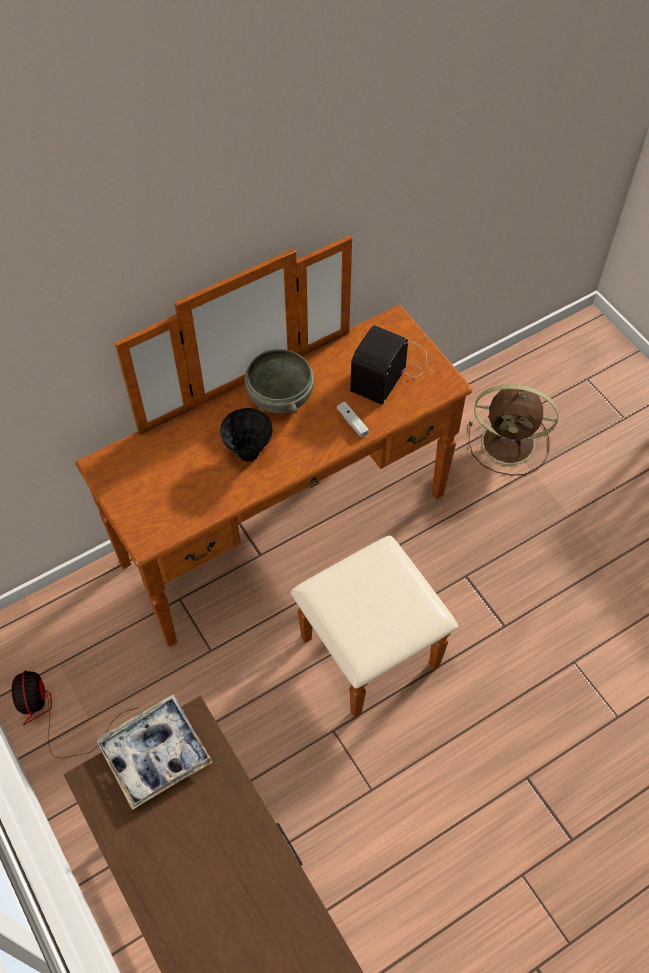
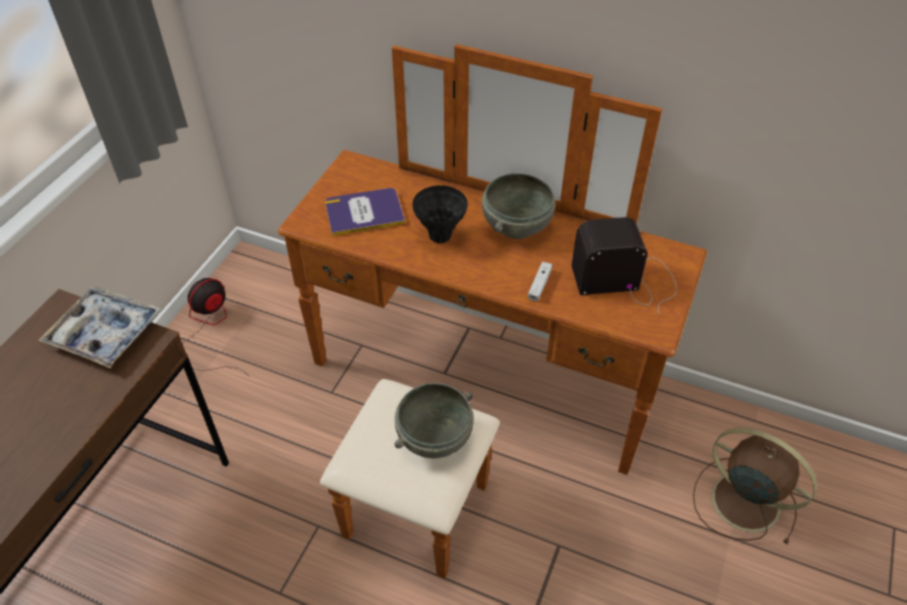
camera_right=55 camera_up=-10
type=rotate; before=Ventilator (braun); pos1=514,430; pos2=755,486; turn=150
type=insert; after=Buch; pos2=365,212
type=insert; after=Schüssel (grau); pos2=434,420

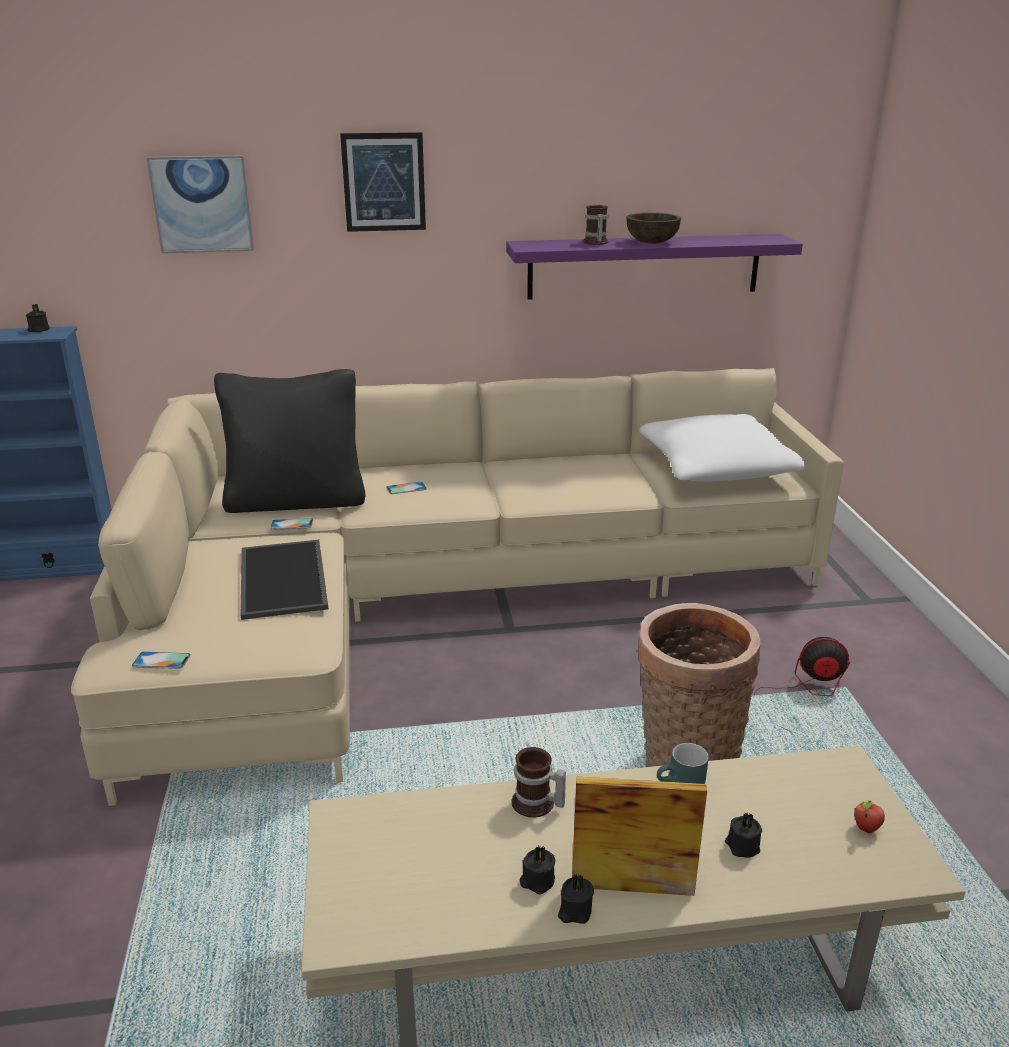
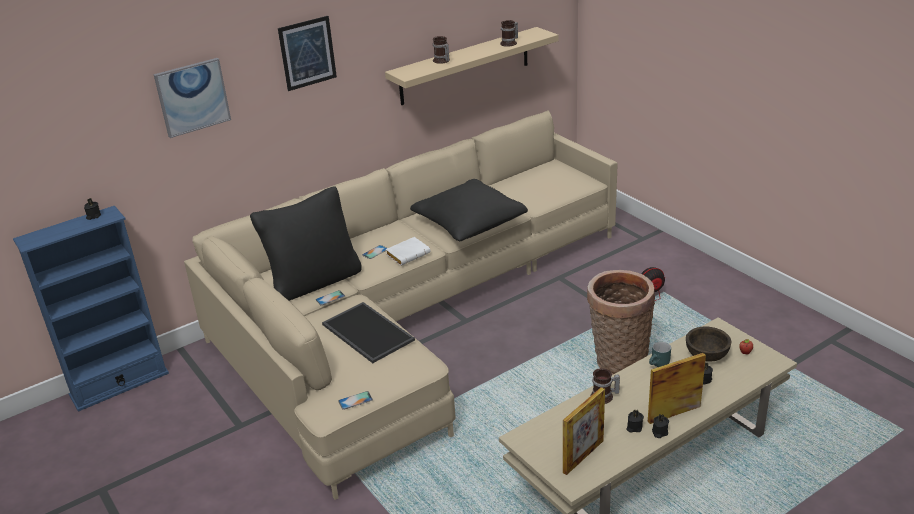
camera_right=-25 camera_up=5
type=recolor; before=Wandregal (lila); after=Wandregal (beige); pos1=654,267; pos2=472,66
type=move; before=Schüssel (braun); pos1=653,228; pos2=708,344
type=delete; before=Kissen (weiß); pos1=722,448
type=insert; after=Buch (weiß); pos2=408,251
type=insert; after=Kissen (schwarz); pos2=469,210
type=insert; after=Henkelbecher; pos2=509,33
type=insert; after=Bilderrahmen; pos2=584,431

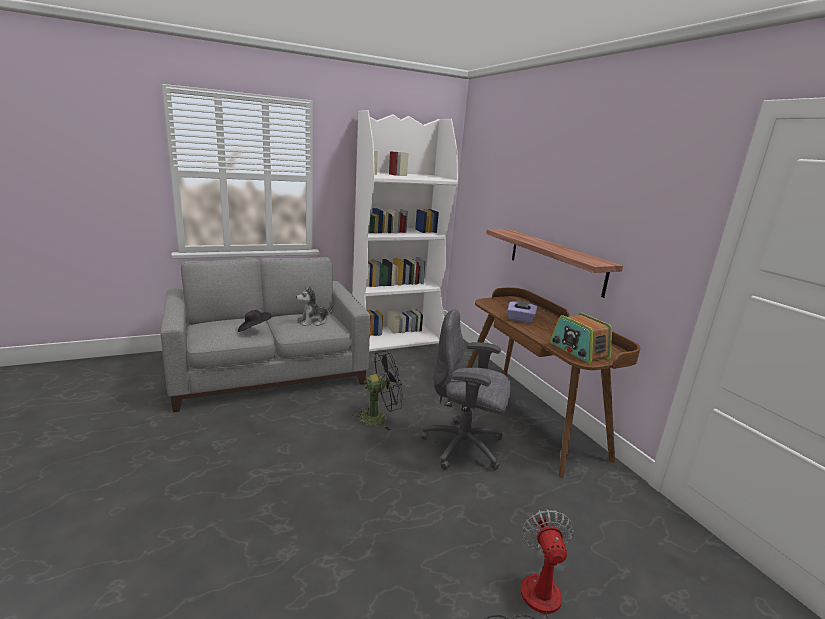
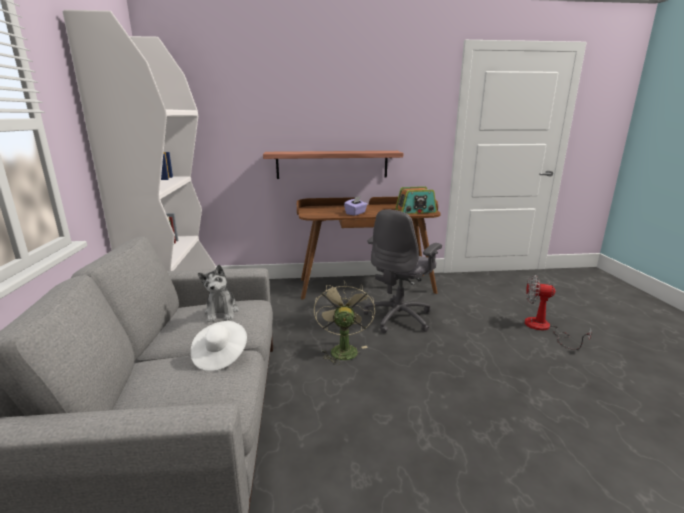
camera_right=-70 camera_up=0
type=recolor; before=Hut (schwarz); after=Hut (weiß); pos1=255,321; pos2=219,346
type=recolor; before=Ventilator (schwarz); after=Ventilator (beige); pos1=377,390; pos2=344,323

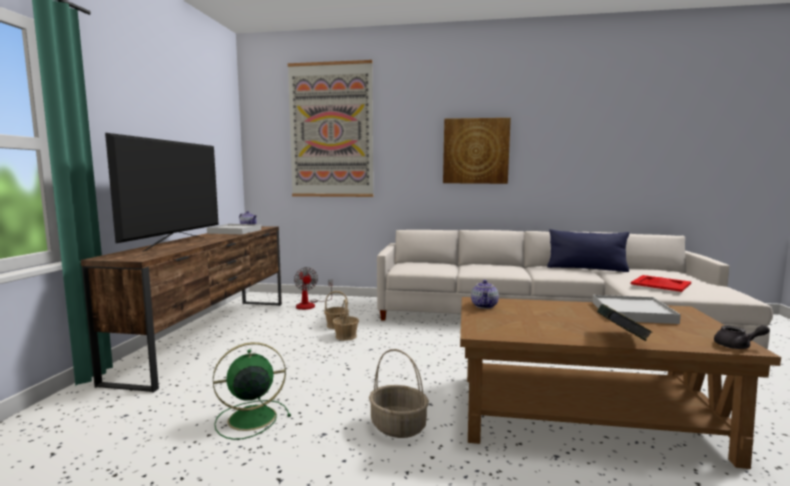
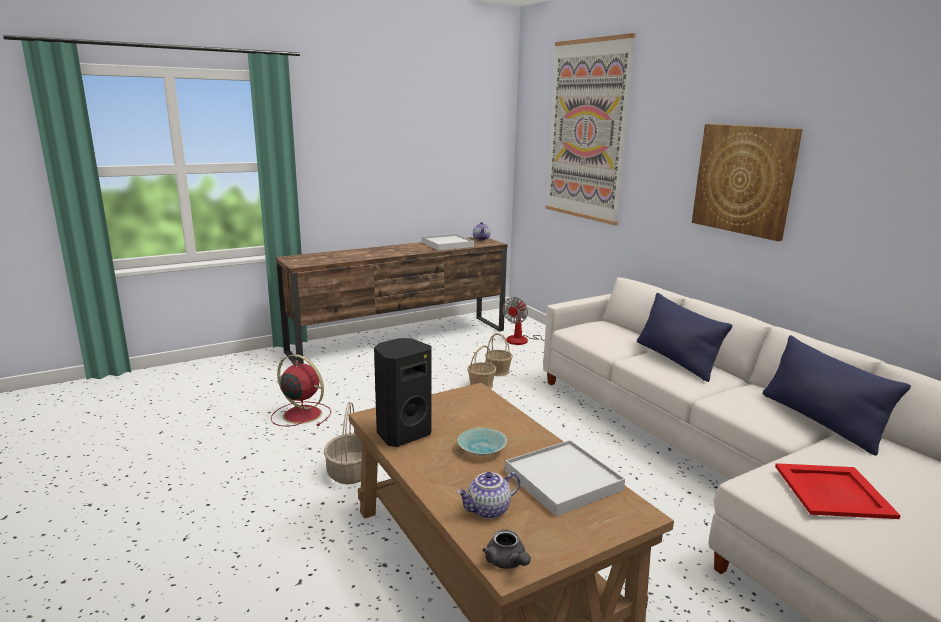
camera_right=50 camera_up=10
type=delete; before=Fernseher; pos1=161,192
type=recolor; before=Ventilator (grün); after=Ventilator (rot); pos1=252,391; pos2=301,390
type=move; before=Teekanne; pos1=485,294; pos2=488,495
type=delete; before=Buch; pos1=625,322
type=insert; after=Lautsprecher (schwarz); pos2=403,392
type=insert; after=Schüssel (türkis); pos2=482,442
type=insert; after=Kissen (blau); pos2=685,337

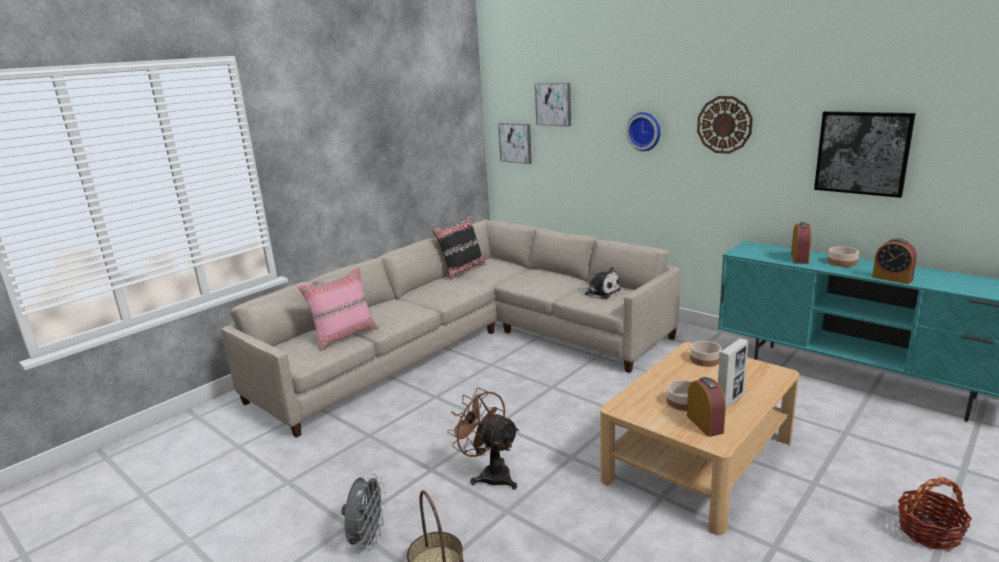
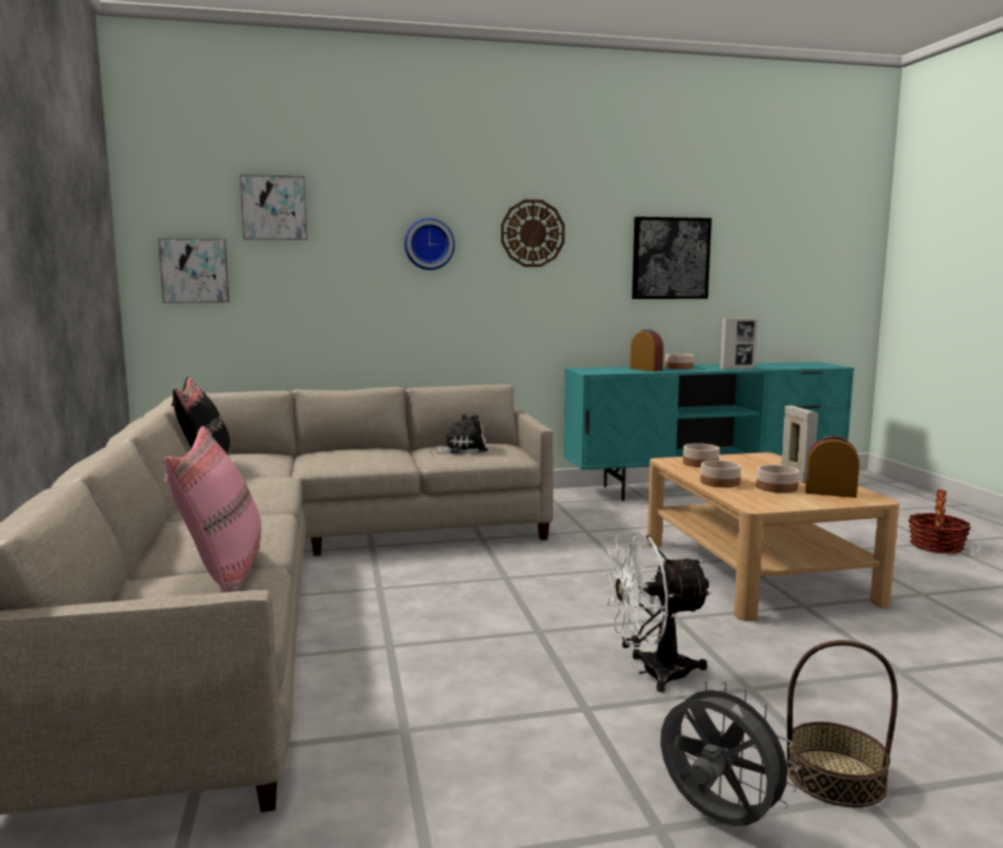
camera_right=-55 camera_up=-10
type=recolor; before=Ventilator (braun); after=Ventilator (weiß); pos1=483,439; pos2=658,612
type=replace; before=Wecker; after=Bilderrahmen; pos1=894,261; pos2=739,343
type=insert; after=Schüssel; pos2=720,474

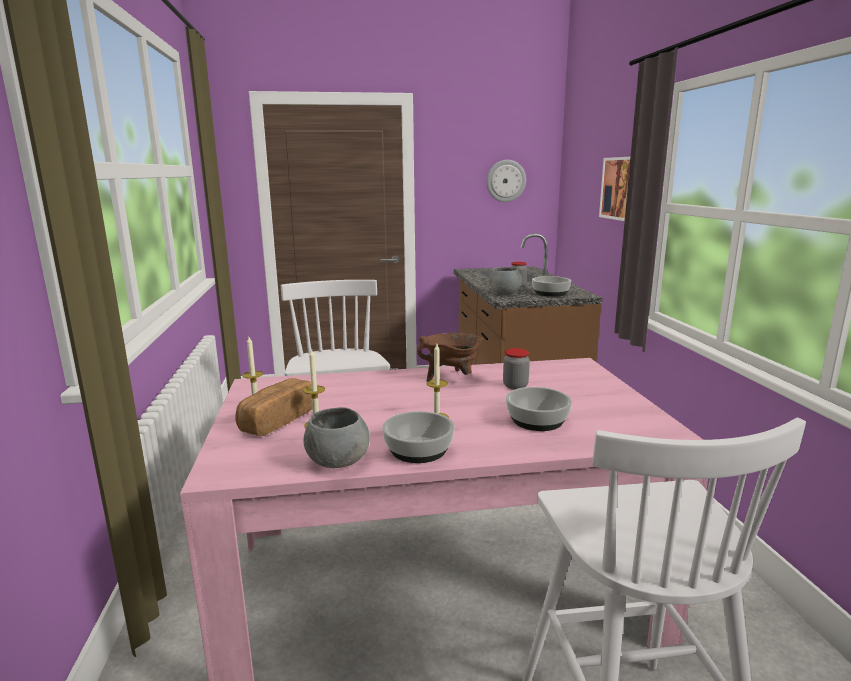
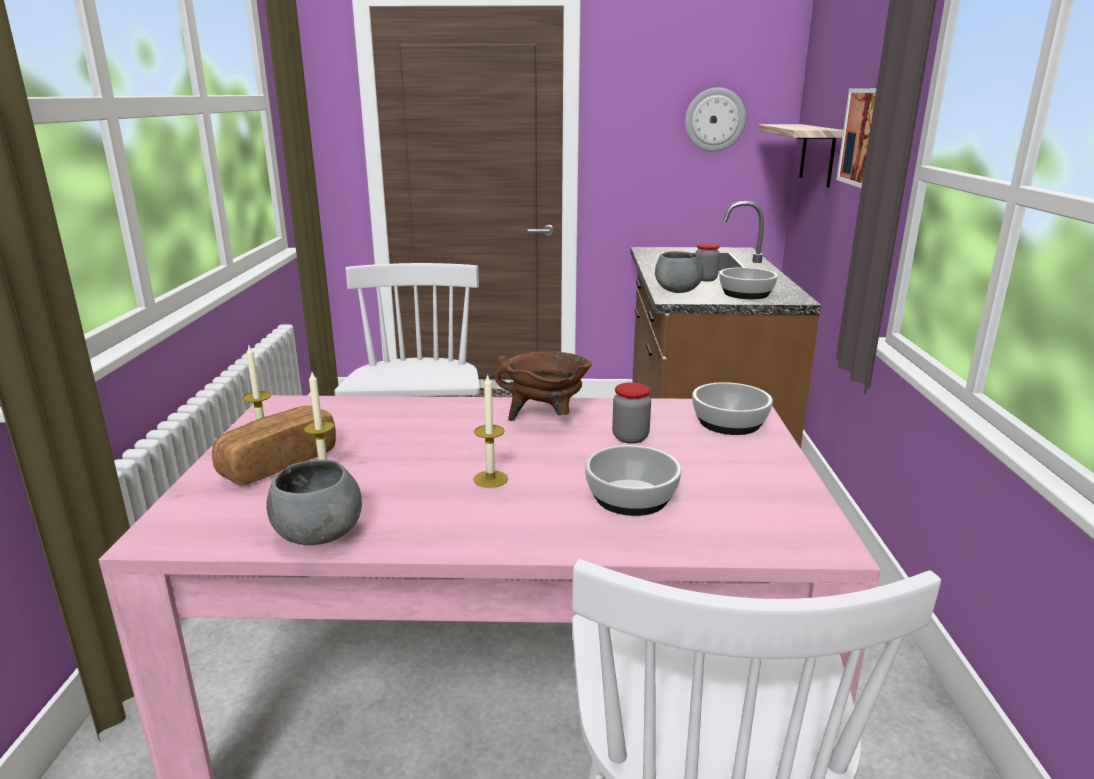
camera_right=10 camera_up=5
type=move; before=Schüssel; pos1=418,437; pos2=732,408
type=insert; after=Wandregal; pos2=800,156

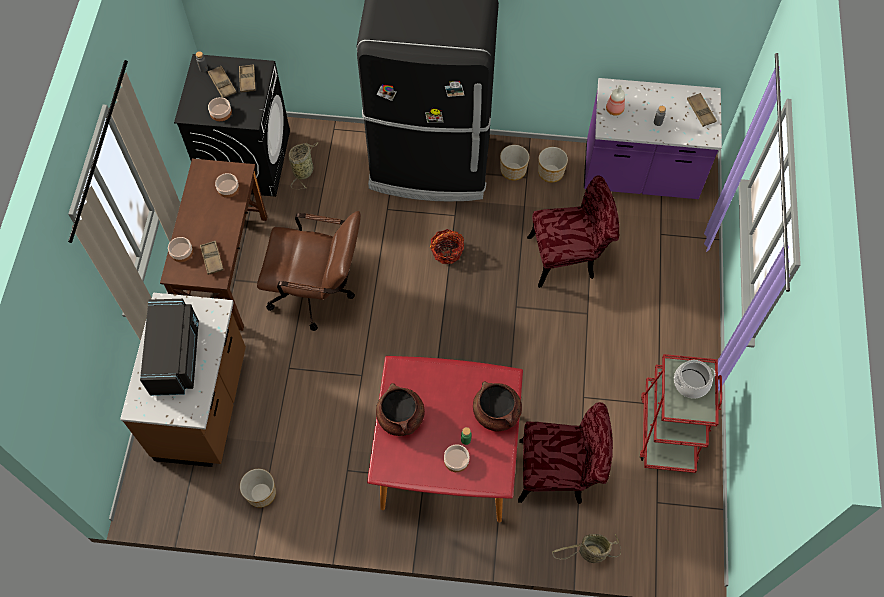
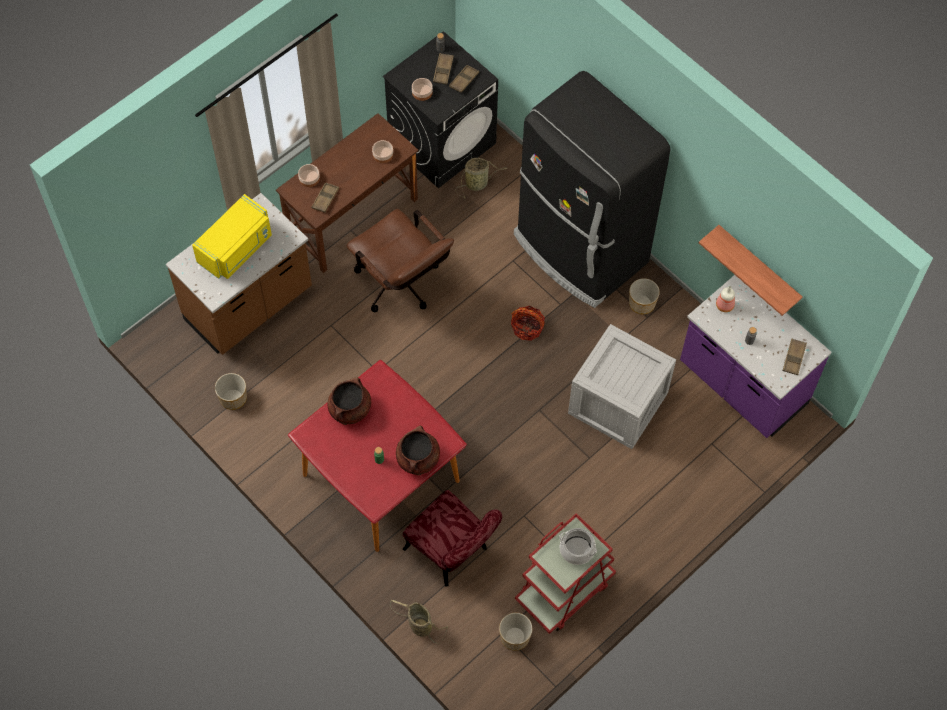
camera_right=40 camera_up=0
type=recolor; before=Mikrowelle (schwarz); after=Mikrowelle (gelb); pos1=169,347; pos2=232,236
type=delete; before=Schüssel; pos1=456,458
type=replace; before=Stuhl (rot); after=Kiste; pos1=573,232; pos2=622,386
type=move; before=Pflanzkübel; pos1=553,165; pos2=515,632
type=insert; after=Wandregal; pos2=751,270

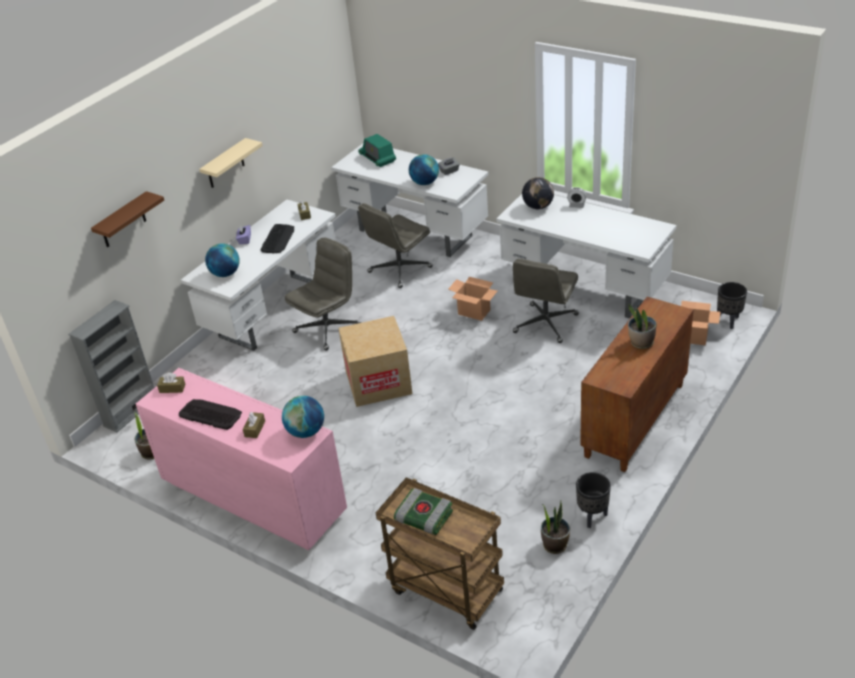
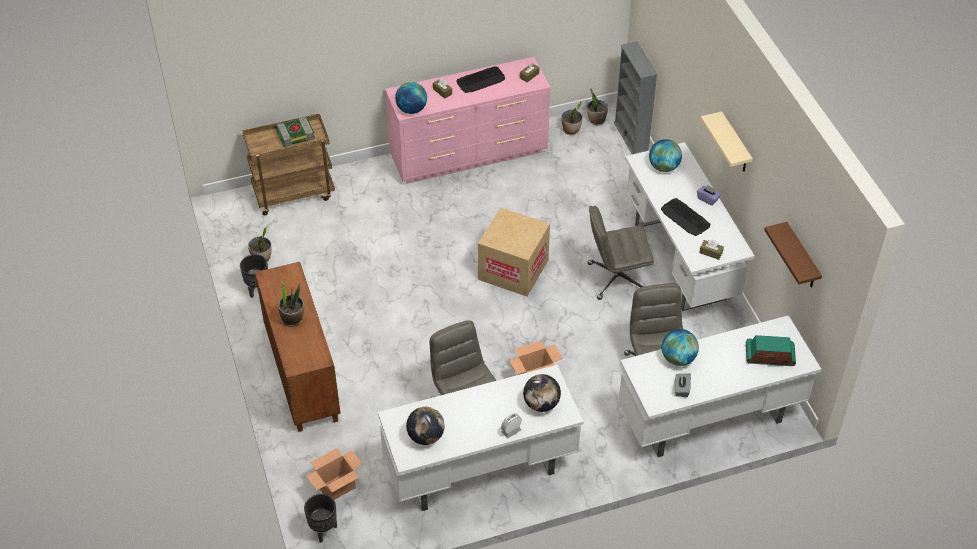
camera_right=125 camera_up=10
type=move; before=Wandregal (braun); pos1=127,219; pos2=793,255
type=rotate; before=Bürostuhl (grau); pos1=323,294; pos2=621,253; turn=90
type=insert; after=Globus; pos2=425,426
type=insert; after=Topfpflanze; pos2=597,107

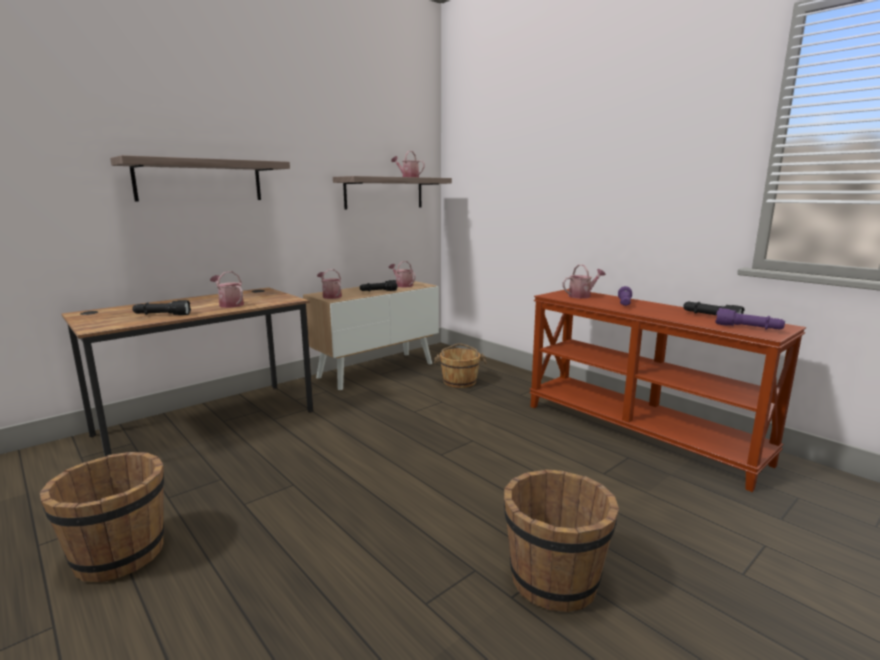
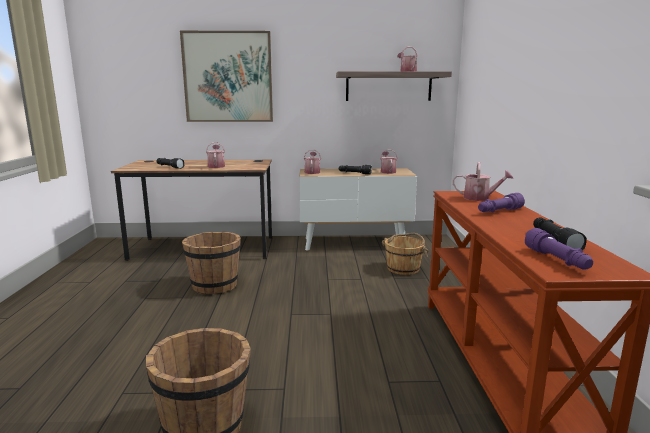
camera_right=40 camera_up=0
type=move; before=Eimer (braun); pos1=102,517; pos2=211,262
type=replace; before=Wandregal; after=Bild; pos1=200,178; pos2=226,76

